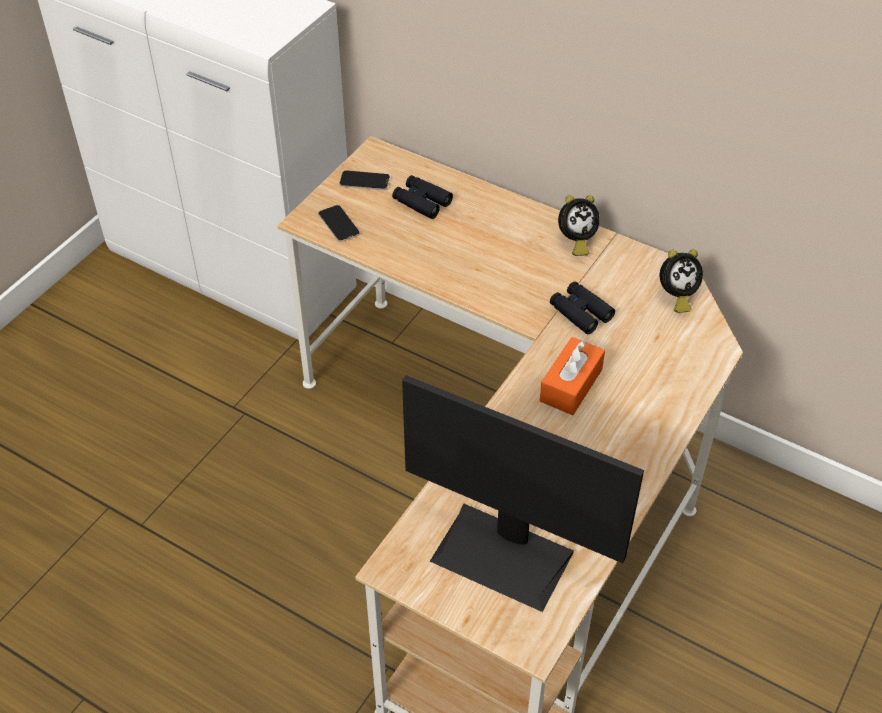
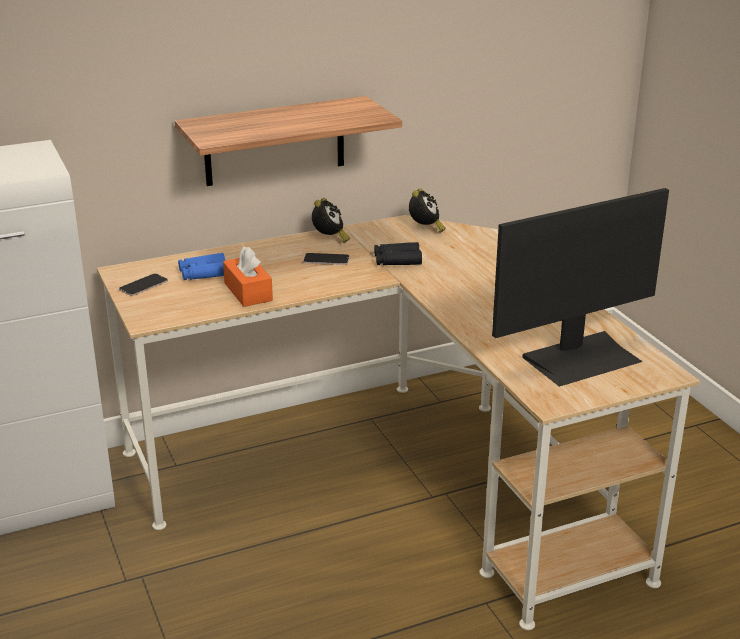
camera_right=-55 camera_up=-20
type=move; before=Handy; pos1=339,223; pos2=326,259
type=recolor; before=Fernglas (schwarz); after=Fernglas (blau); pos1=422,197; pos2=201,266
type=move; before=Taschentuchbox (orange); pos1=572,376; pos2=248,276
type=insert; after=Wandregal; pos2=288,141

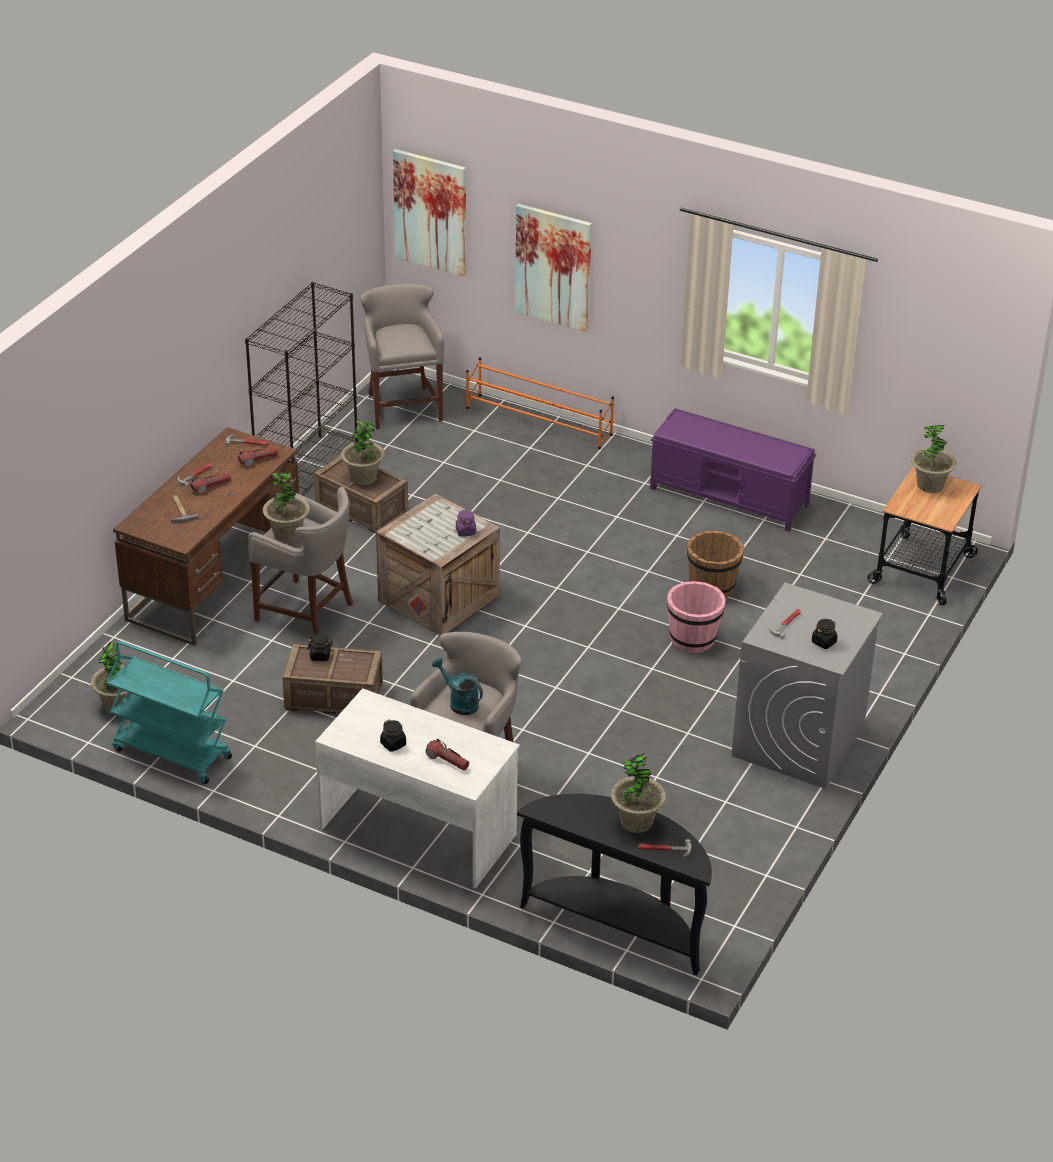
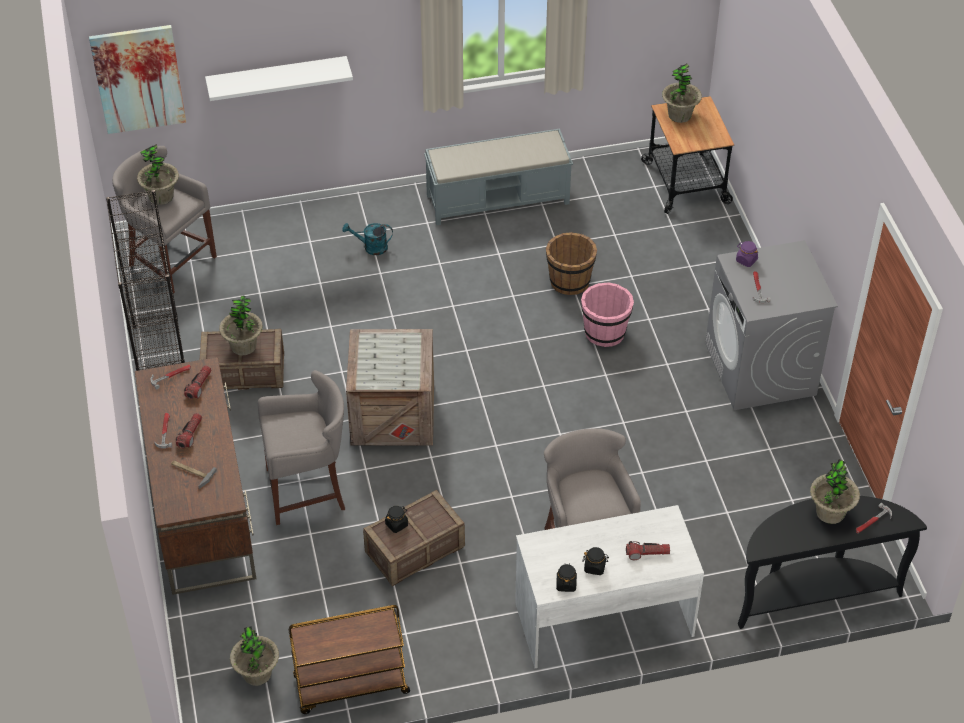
camera_right=-40 camera_up=10
type=recolor; before=Rollwagen (türkis); after=Rollwagen (braun); pos1=169,712; pos2=349,659
type=move; before=Topfpflanze; pos1=286,507; pos2=158,174
type=move; before=Gießkanne (türkis); pos1=457,686; pos2=367,239
type=move; before=Vorratsglas (lila); pos1=466,523; pos2=747,254
type=delete; before=Schuhregal (orange); pos1=540,403
type=replace; before=Bild; after=Wandregal (weiß); pos1=553,268; pos2=279,78
type=recolor; before=Bank (lila); after=Bank (grau); pos1=733,469; pos2=498,176
type=move; before=Vorratsglas (schwarz); pos1=824,634; pos2=566,577

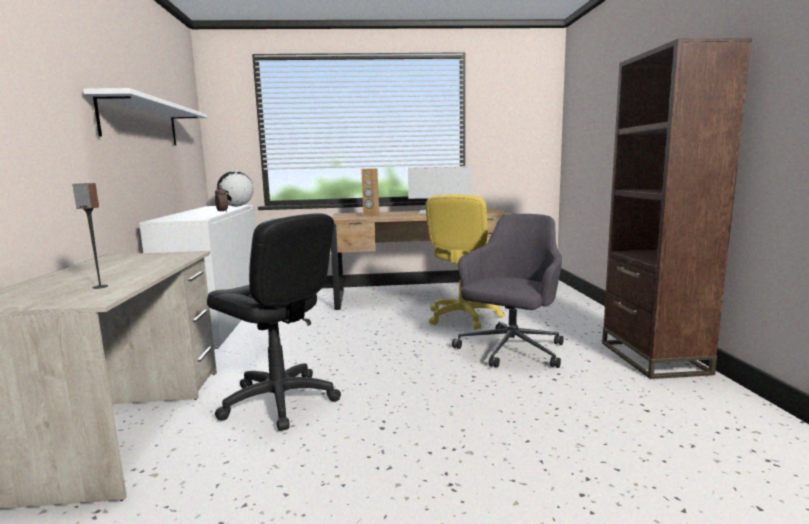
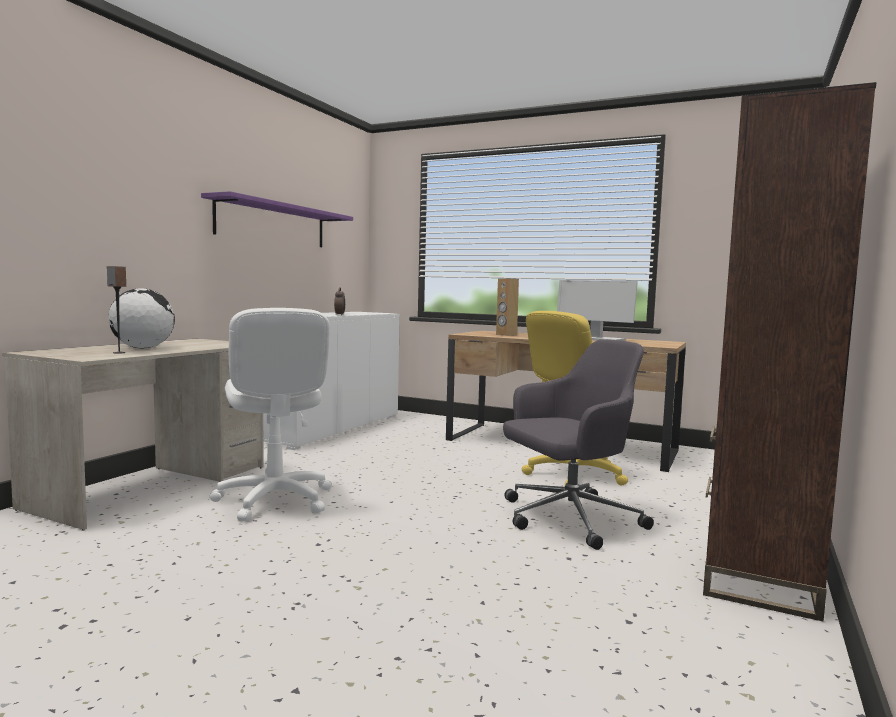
camera_right=30 camera_up=-5
type=recolor; before=Wandregal (weiß); after=Wandregal (lila); pos1=145,116; pos2=277,219
type=recolor; before=Bürostuhl (schwarz); after=Bürostuhl (weiß); pos1=274,322; pos2=270,415
type=move; before=Globus; pos1=235,189; pos2=141,318

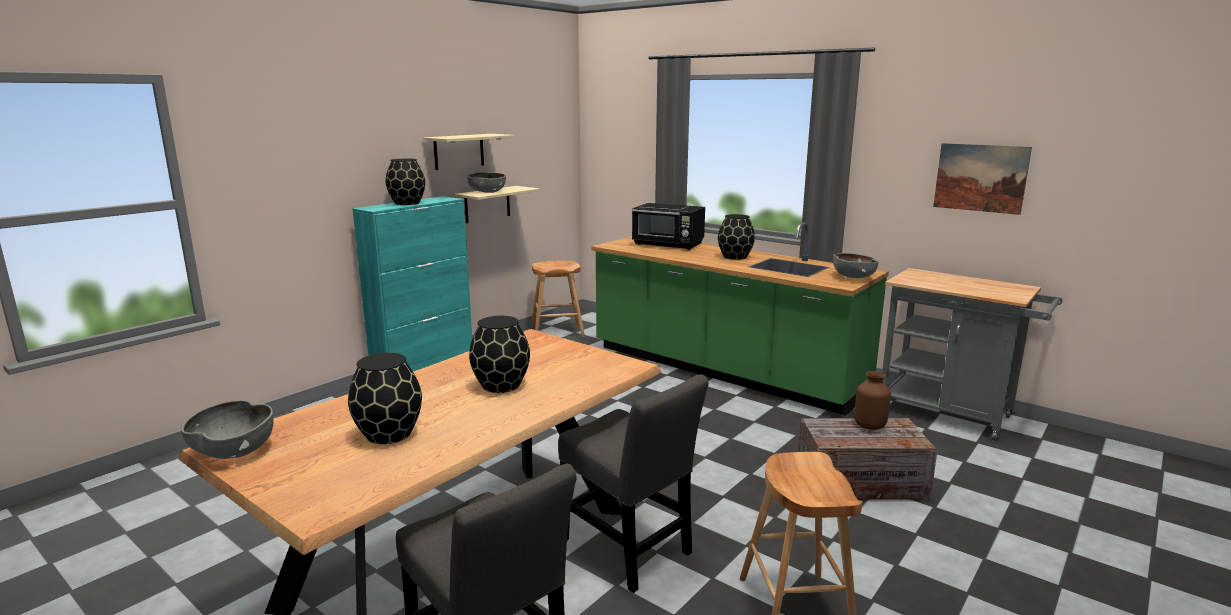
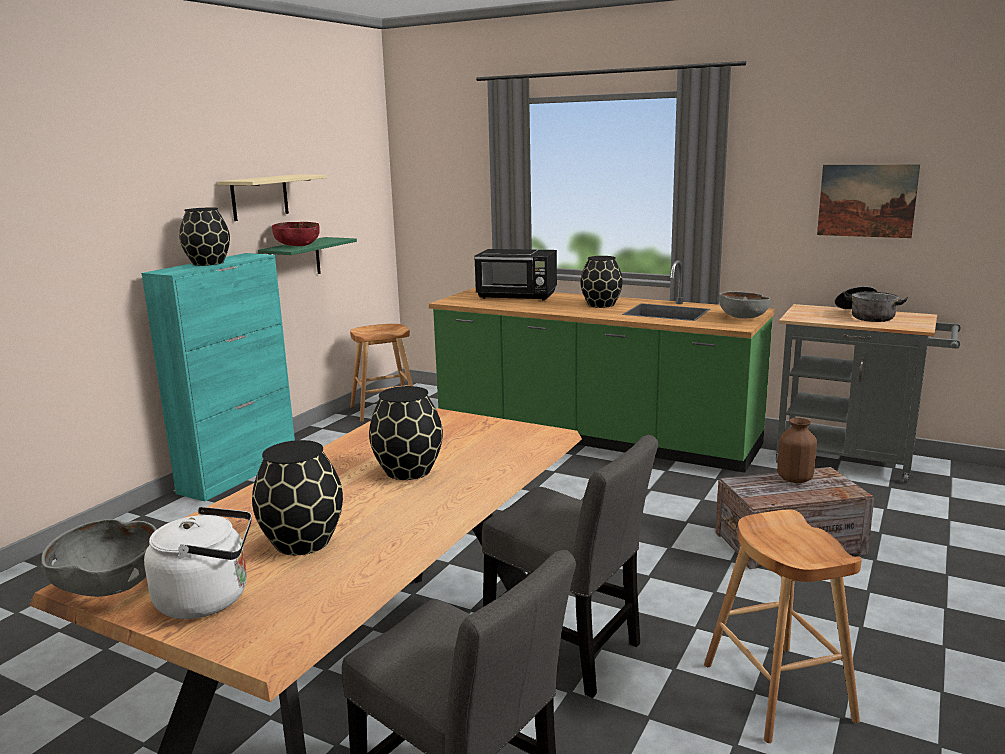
camera_right=-10 camera_up=0
type=recolor; before=Wandregal (beige); after=Wandregal (grün); pos1=497,204; pos2=307,255
type=recolor; before=Schüssel (grau); after=Schüssel (rot); pos1=487,182; pos2=296,234
type=insert; after=Wasserkessel (weiß); pos2=198,563
type=insert; after=Kochtopf; pos2=871,304

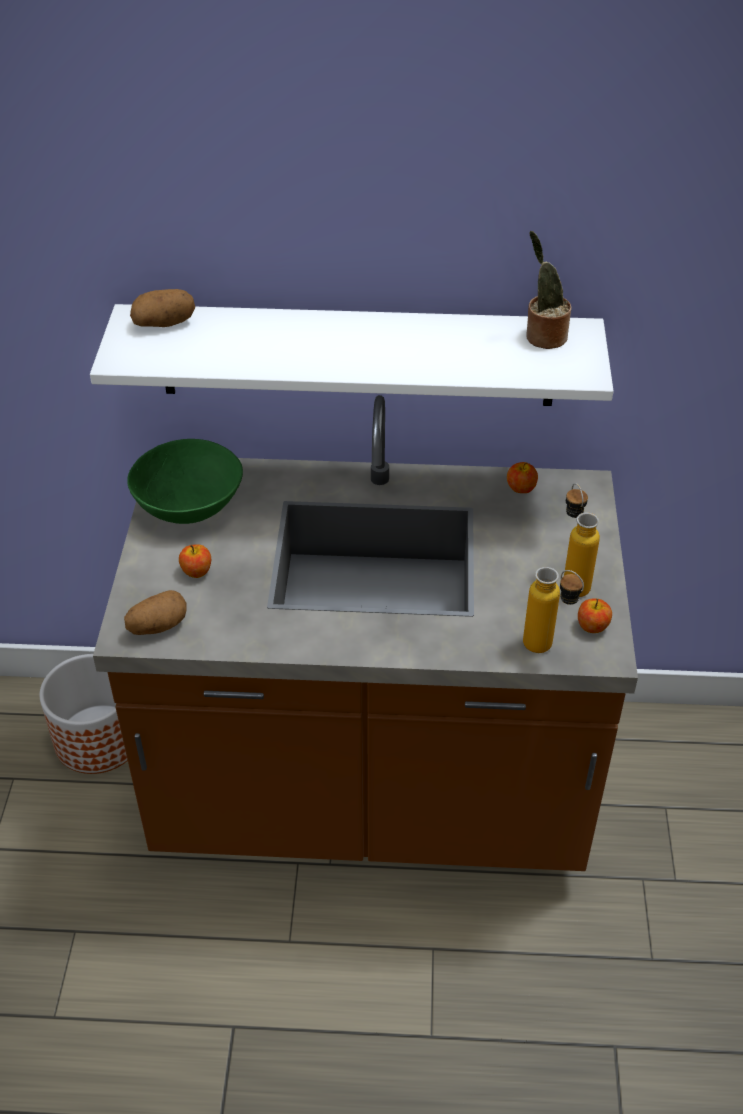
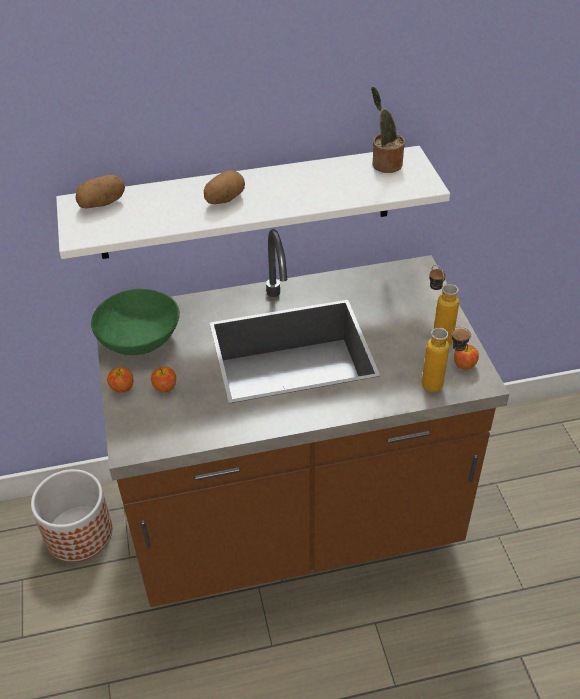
camera_right=-15 camera_up=0
type=move; before=Kartoffel; pos1=155,612; pos2=224,187
type=move; before=Apfel; pos1=522,477; pos2=120,380

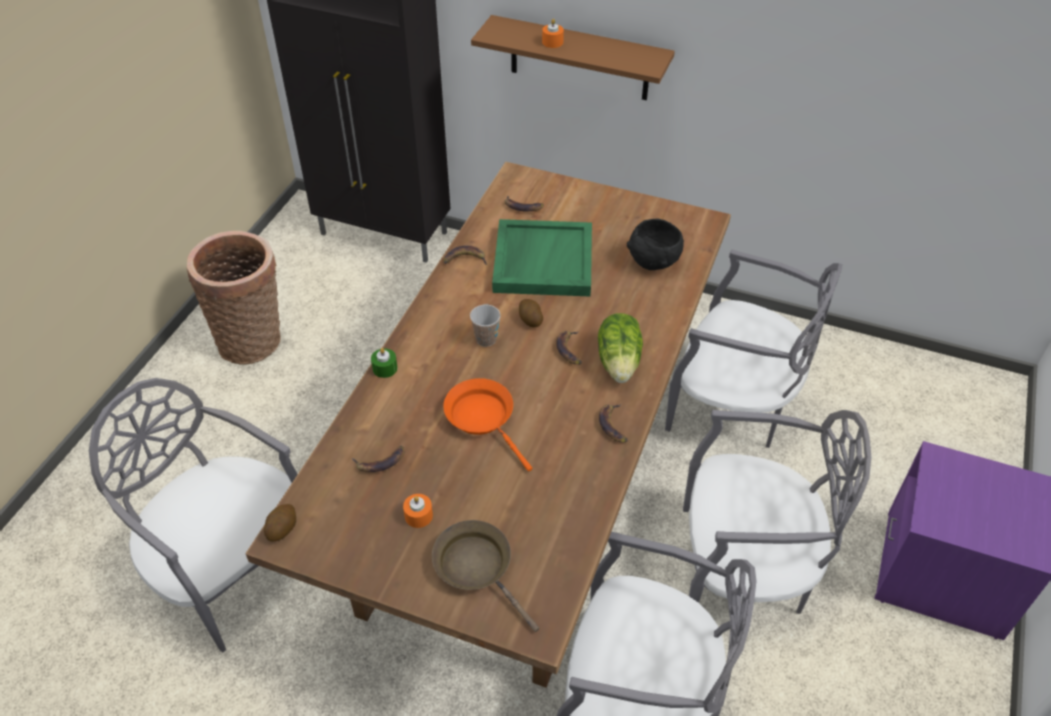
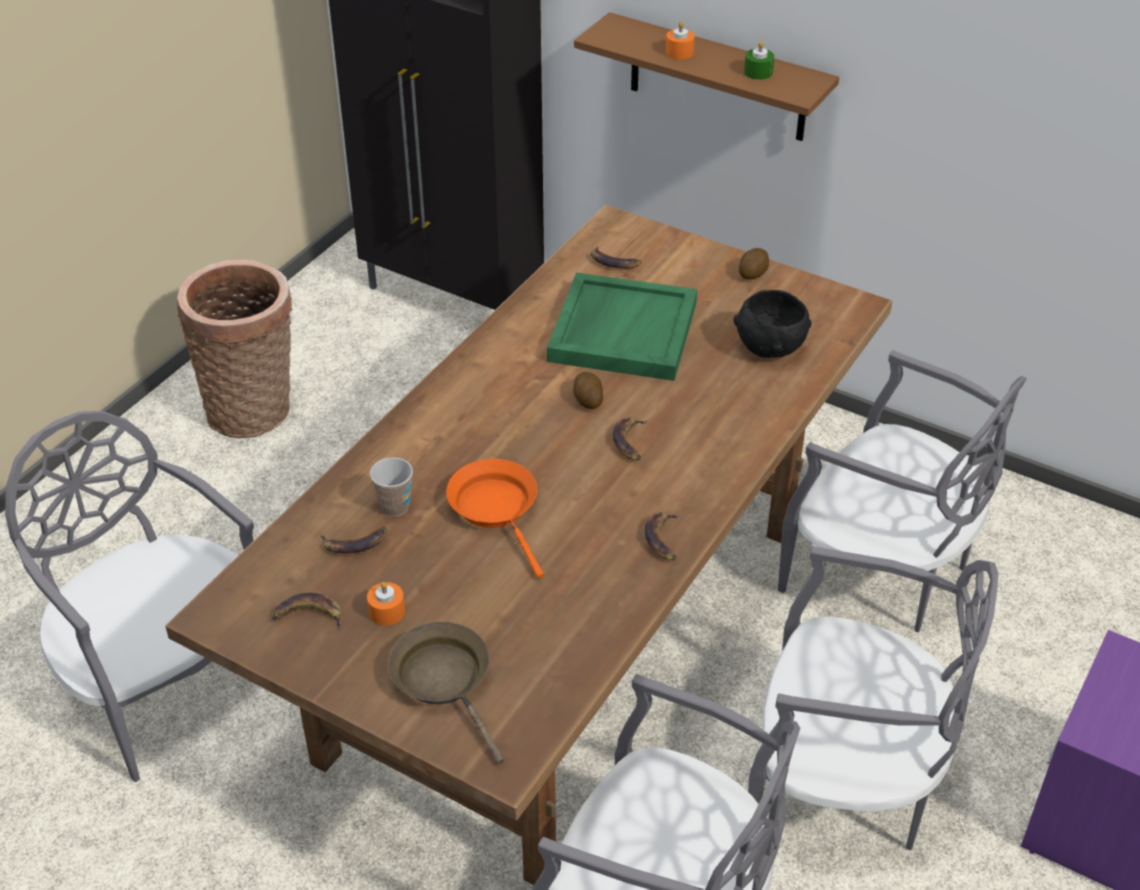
camera_right=10 camera_up=-5
type=move; before=Kartoffel; pos1=280,523; pos2=754,264
type=move; before=Kerze (grün); pos1=384,363; pos2=759,60
type=move; before=Banane; pos1=466,255; pos2=306,611
type=move; before=Tasse; pos1=485,326; pos2=391,487
type=delete; before=Salatkopf; pos1=620,348

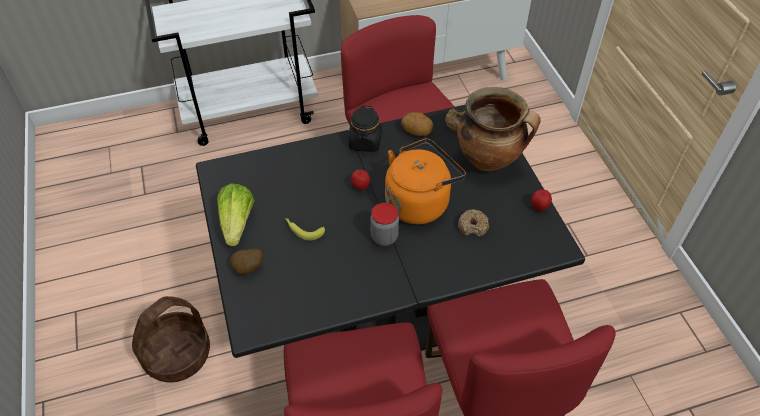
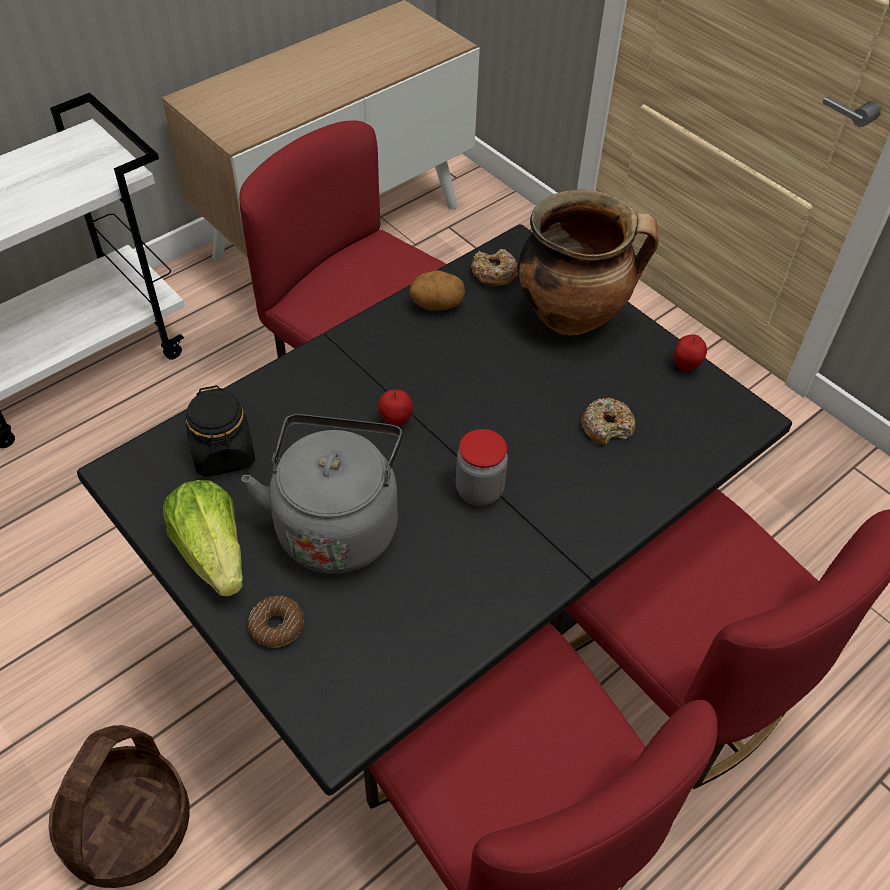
camera_right=-25 camera_up=0
type=replace; before=Kartoffel; after=Donut; pos1=246,262; pos2=276,621
type=replace; before=Banane; after=Wasserkessel (grau); pos1=305,229; pos2=322,494
type=move; before=Vorratsglas (schwarz); pos1=365,129; pos2=221,431
type=delete; before=Wasserkessel (orange); pos1=425,181

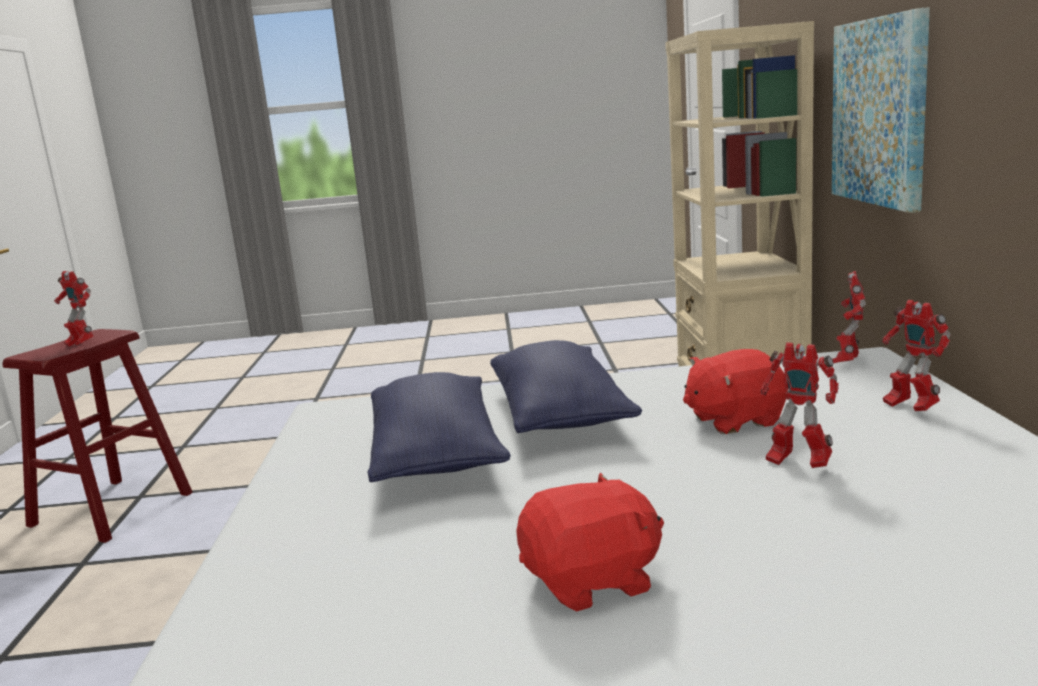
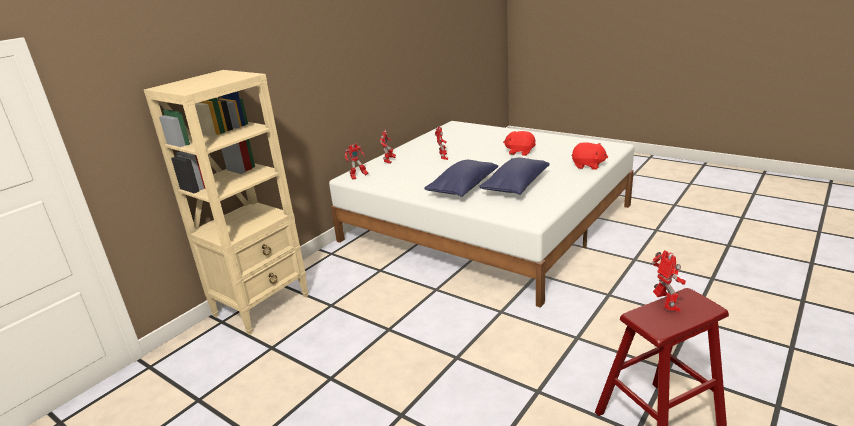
camera_right=-140 camera_up=10
type=move; before=Plüschtier (rot); pos1=735,391; pos2=590,156
type=delete; before=Bild; pos1=881,110

